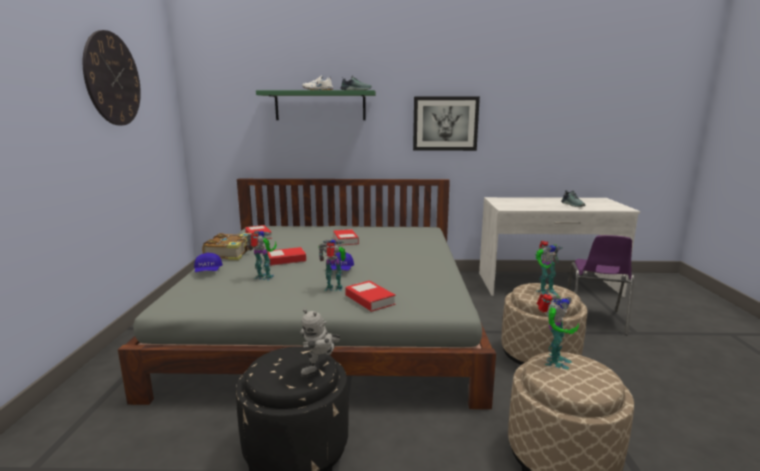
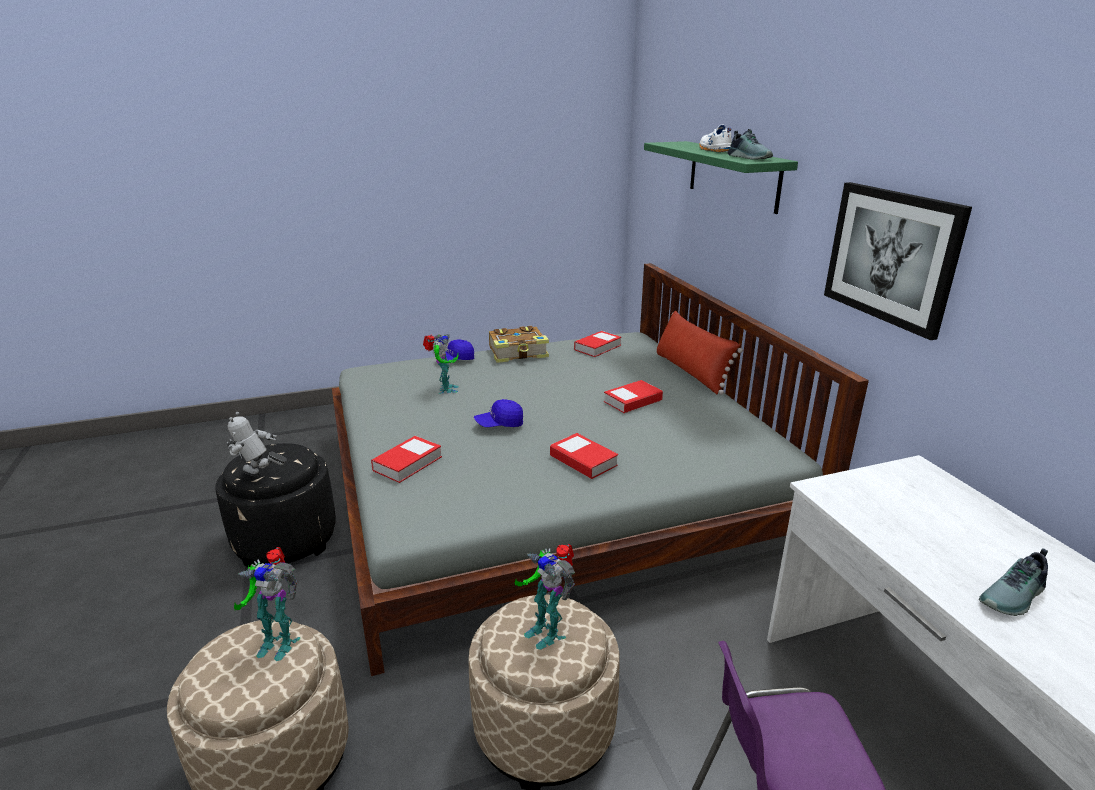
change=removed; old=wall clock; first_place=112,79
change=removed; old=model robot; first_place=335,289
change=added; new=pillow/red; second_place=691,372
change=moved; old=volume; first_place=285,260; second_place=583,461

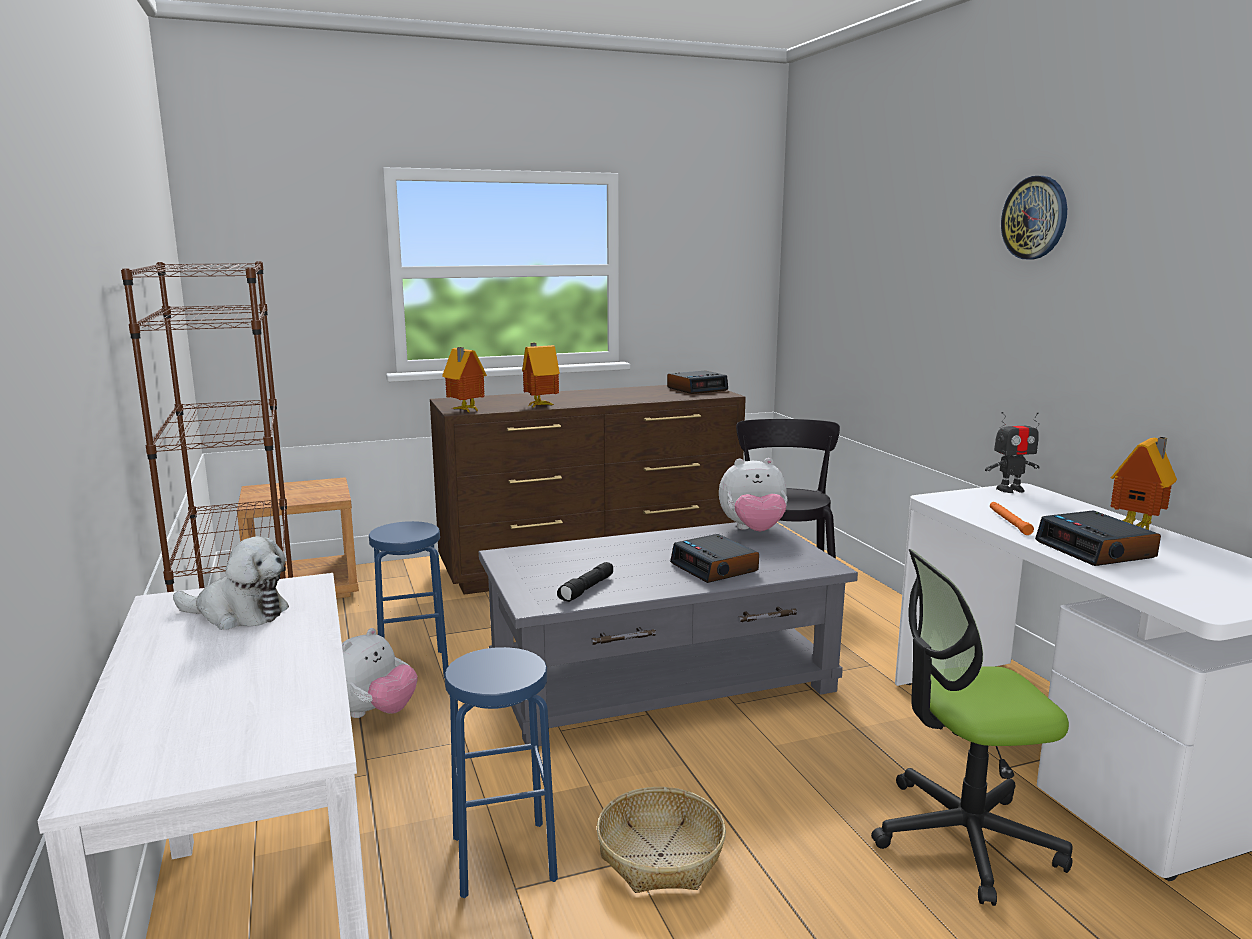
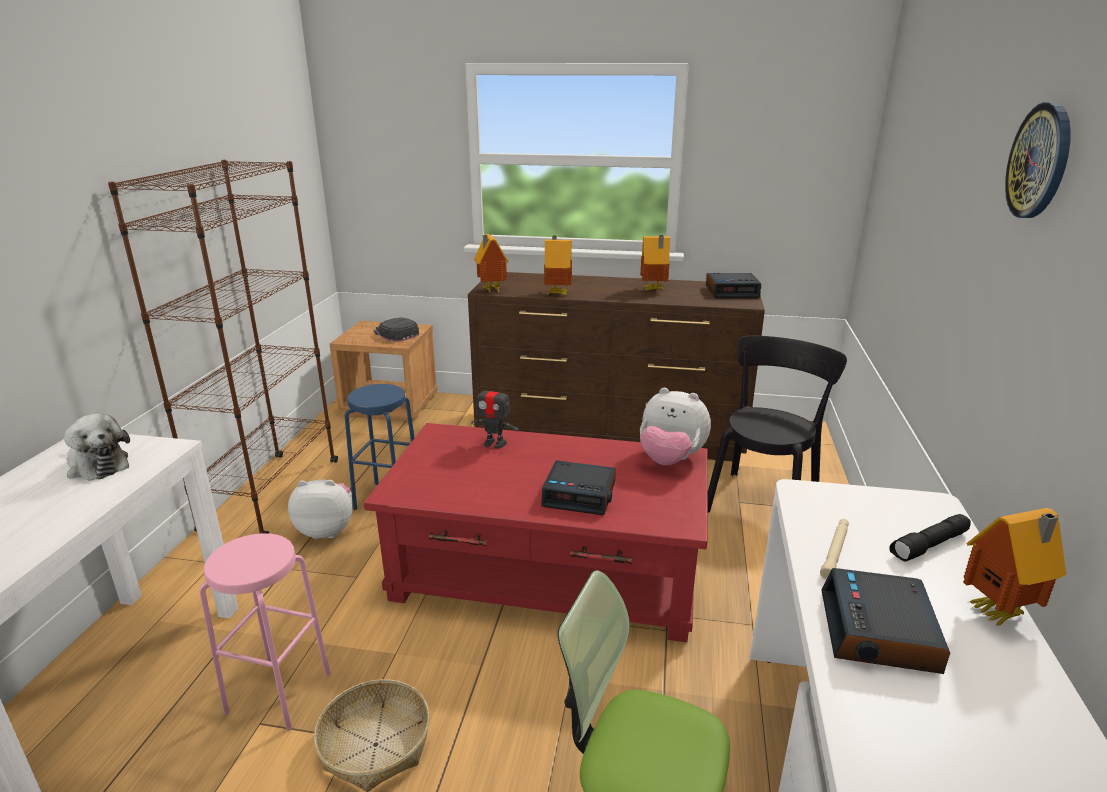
change=added; new=baseball cap/blackish; second_place=395,333
change=added; new=model house; second_place=653,290
change=moved; old=torch/blackish; first_place=587,589; second_place=929,546
change=moved; old=model robot; first_place=1010,490; second_place=494,443
change=recoloured; old=stool seat/blue-coloured; new=stool seat/pink-coloured; first_place=503,858; second_place=278,692
change=recoloured; old=coffee table/grey; new=coffee table/red; first_place=662,680; second_place=548,573
change=recoloured; old=torch/orange; new=torch/beige-coloured; first_place=1008,521; second_place=835,551
change=turned; old=cuddly toy; first_place=373,713; second_place=327,530; degrees=-150
change=turned; old=bedside clock; first_place=715,567; second_place=580,495; degrees=-75

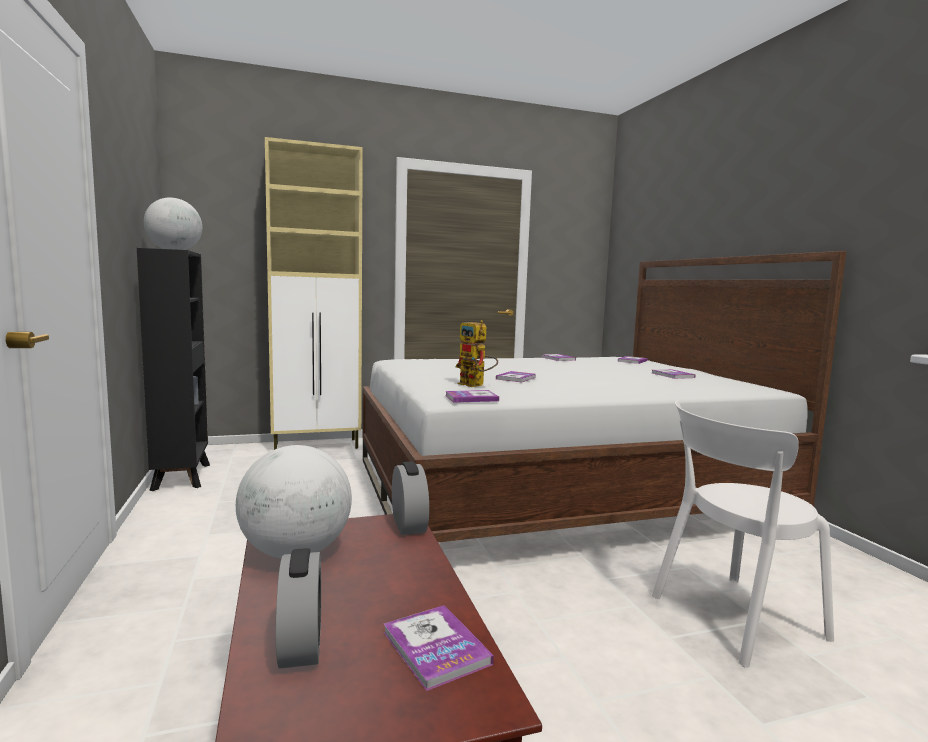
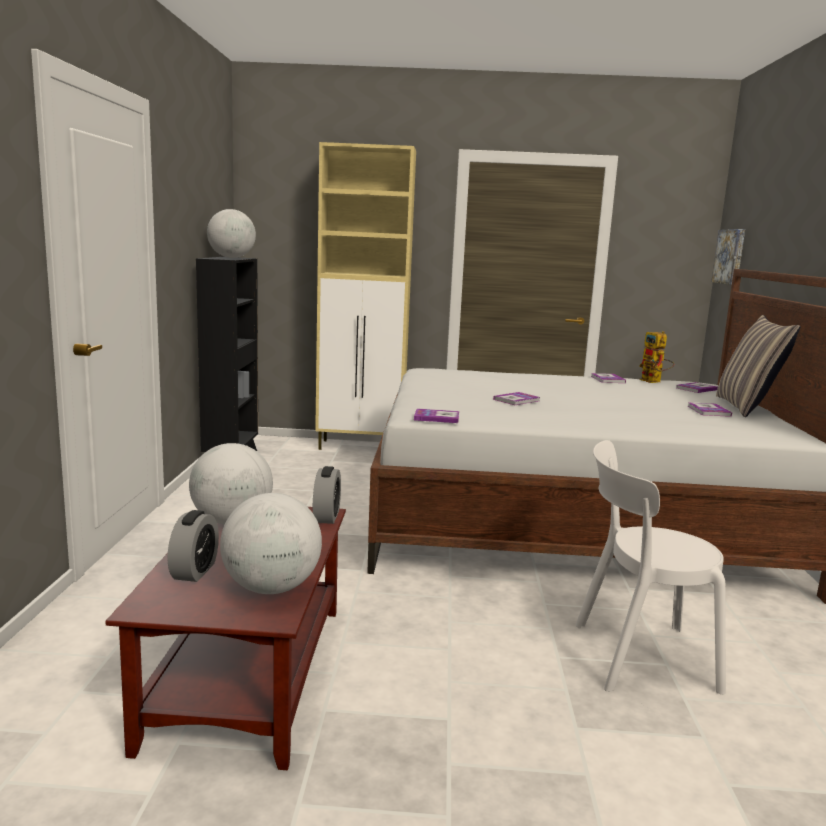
change=added; new=wall picture; second_place=730,256
change=added; new=pillow; second_place=747,407
change=moved; old=model robot; first_place=476,385; second_place=654,382
change=replaced; old=volume; new=world globe; first_place=436,648; second_place=271,588

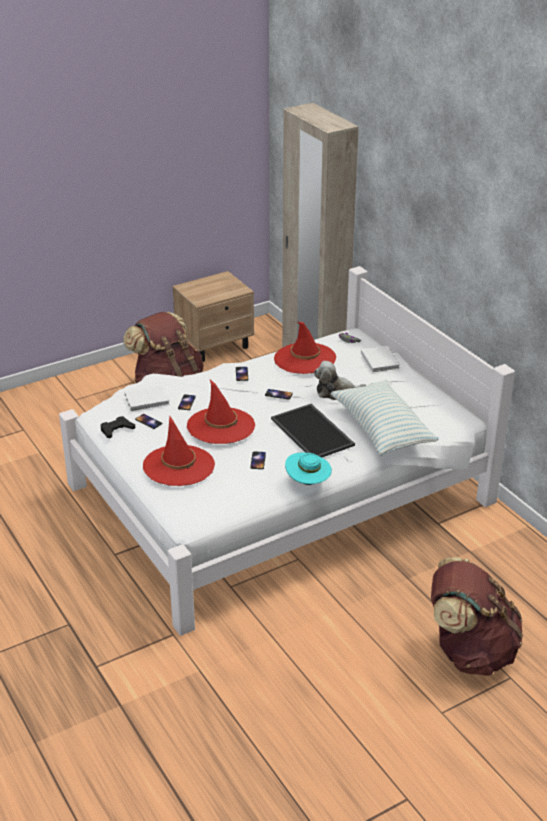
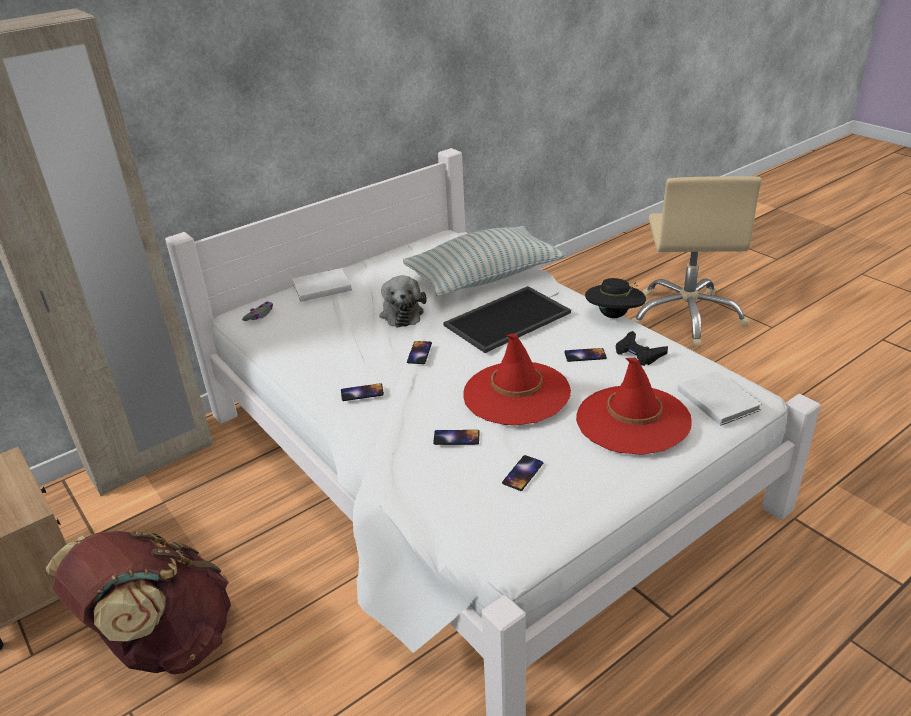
change=removed; old=clothing hat/red; first_place=304,359
change=moved; old=game controller/blackish; first_place=116,430; second_place=639,353
change=moved; old=volume/white; first_place=148,400; second_place=717,399
change=replaced; old=rucksack/brownish; new=desk chair/beige-coloured; first_place=469,651; second_place=686,316
change=recoloured; old=clothing hat/blue-green; new=clothing hat/blackish; first_place=308,482; second_place=614,316

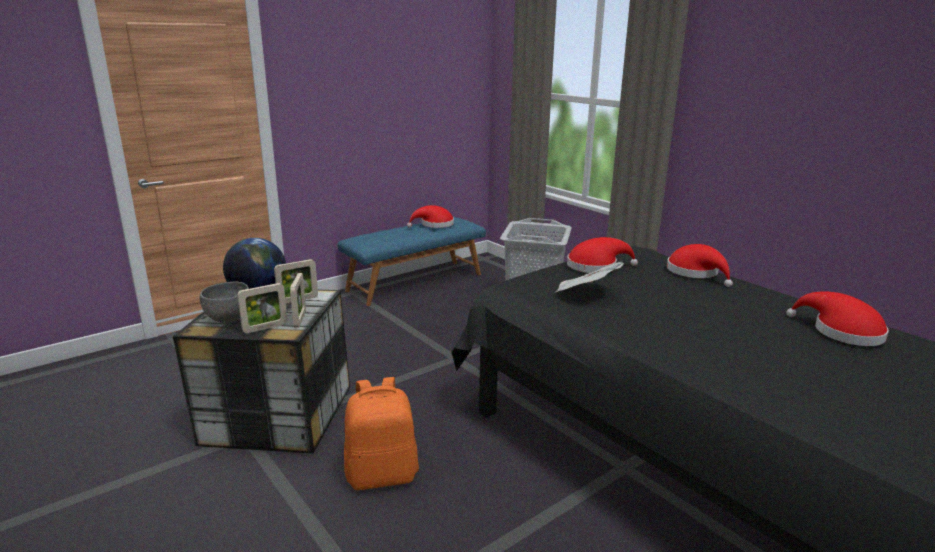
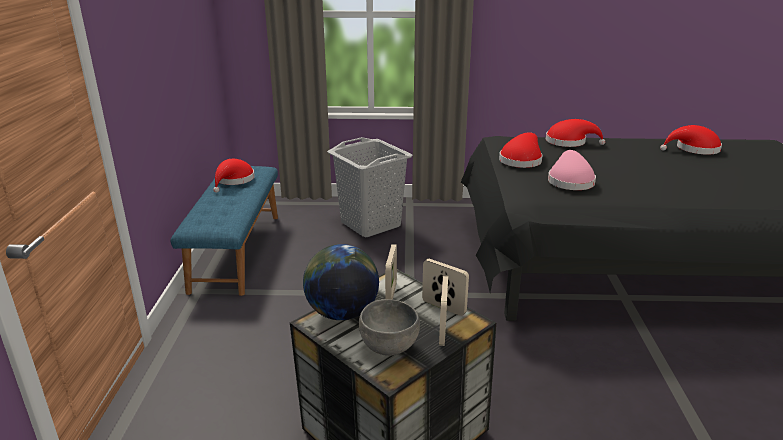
change=removed; old=rucksack/orange; first_place=382,474
change=replaced; old=newspaper; new=clothing hat/pink-coloured; first_place=585,293; second_place=569,181

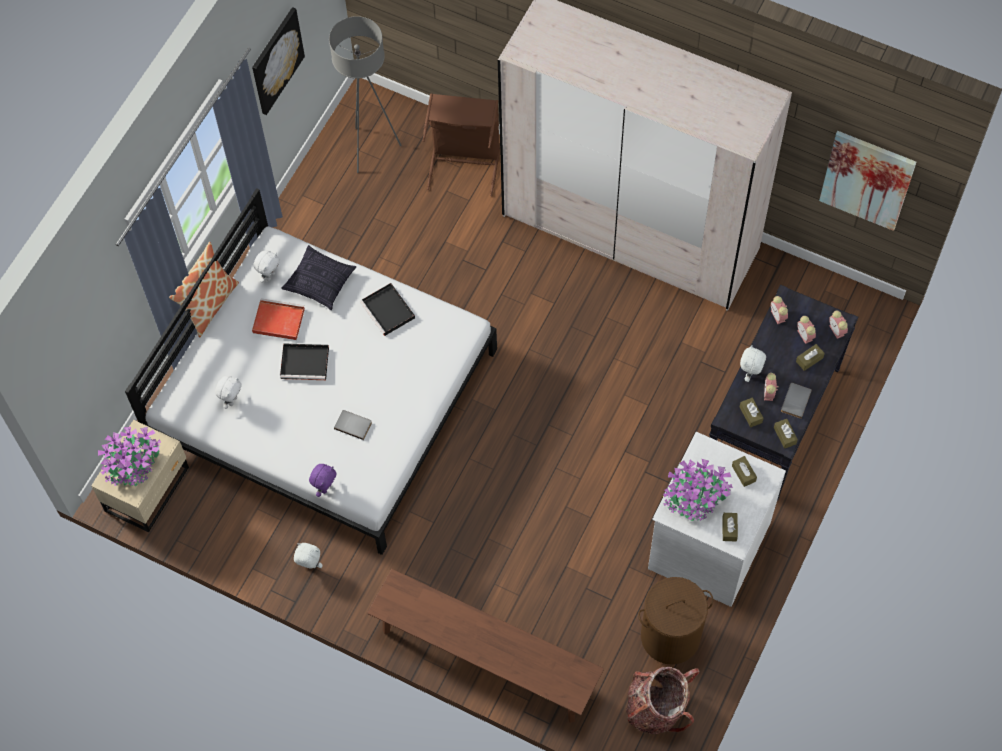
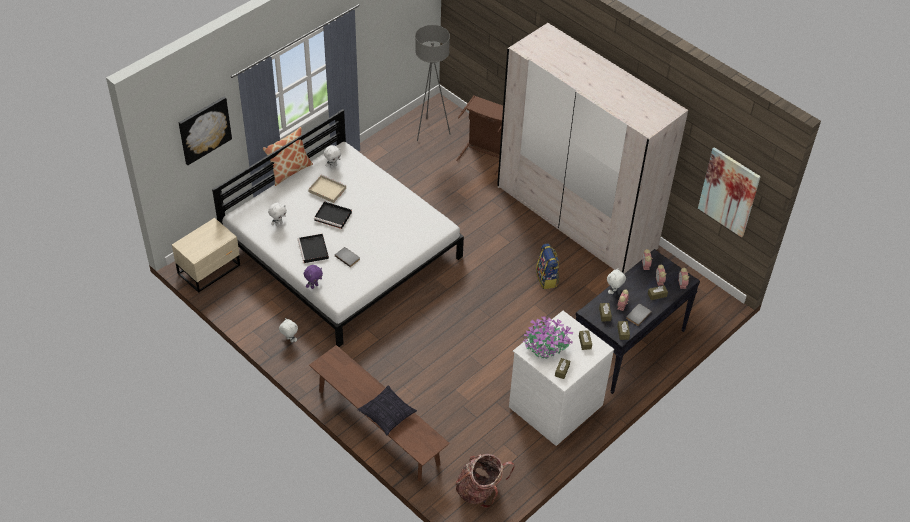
change=removed; old=plant in a pot; first_place=133,465
change=removed; old=hamper/brownish; first_place=670,635
change=added; new=rucksack; second_place=547,279
change=moved; old=wall picture; first_place=276,60; second_place=204,130
change=moved; old=pillow; first_place=320,282; second_place=387,414
change=moved; old=carrying tray/blackish; first_place=388,311; second_place=313,250
change=recoloured; old=carrying tray/red; new=carrying tray/beige-coloured; first_place=277,321; second_place=326,190

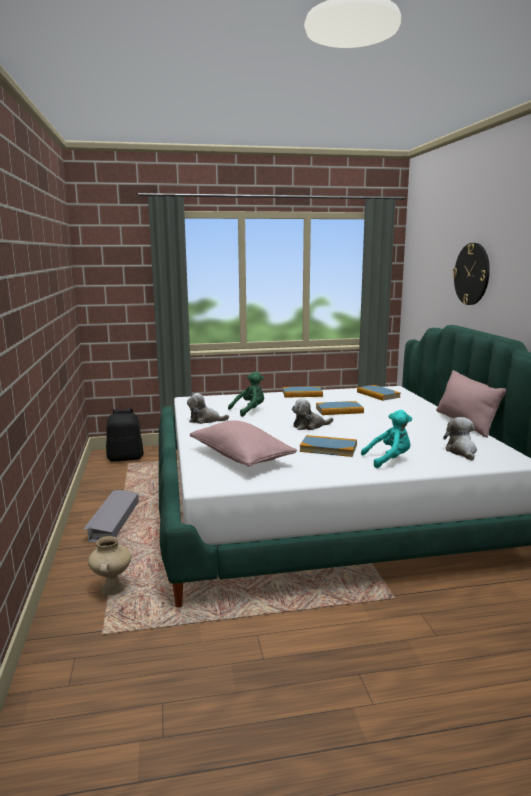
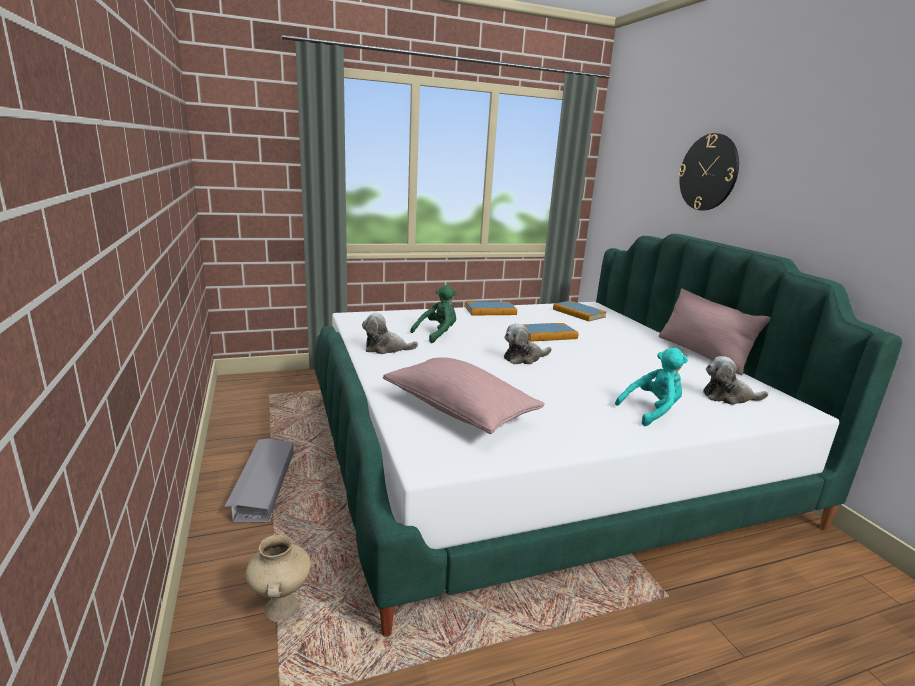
change=removed; old=rucksack/blackish; first_place=125,458
change=removed; old=volume; first_place=328,448
change=turned; old=cuddly toy; first_place=461,451; second_place=728,397; degrees=-75

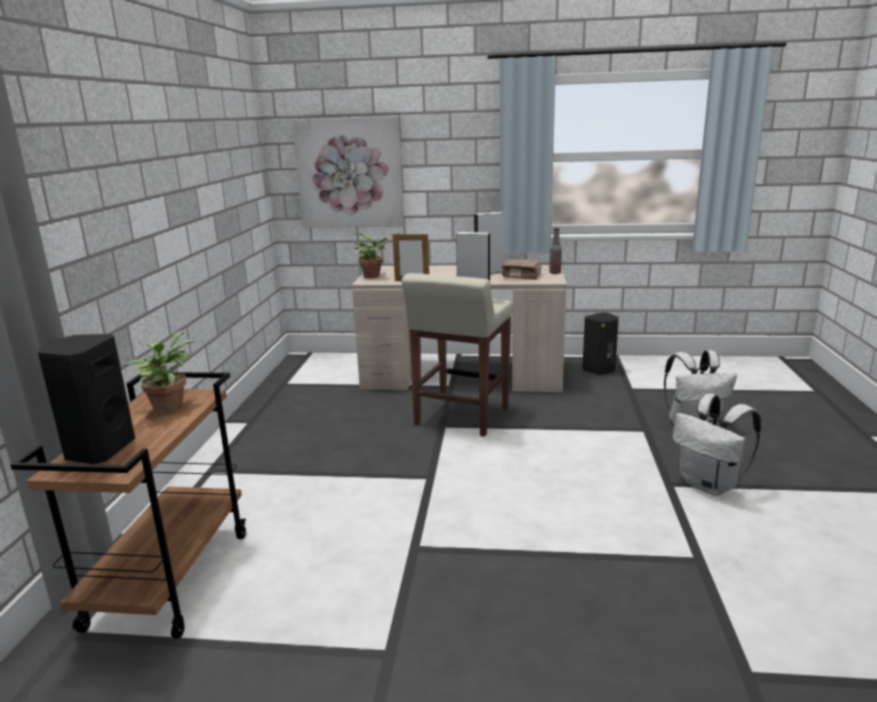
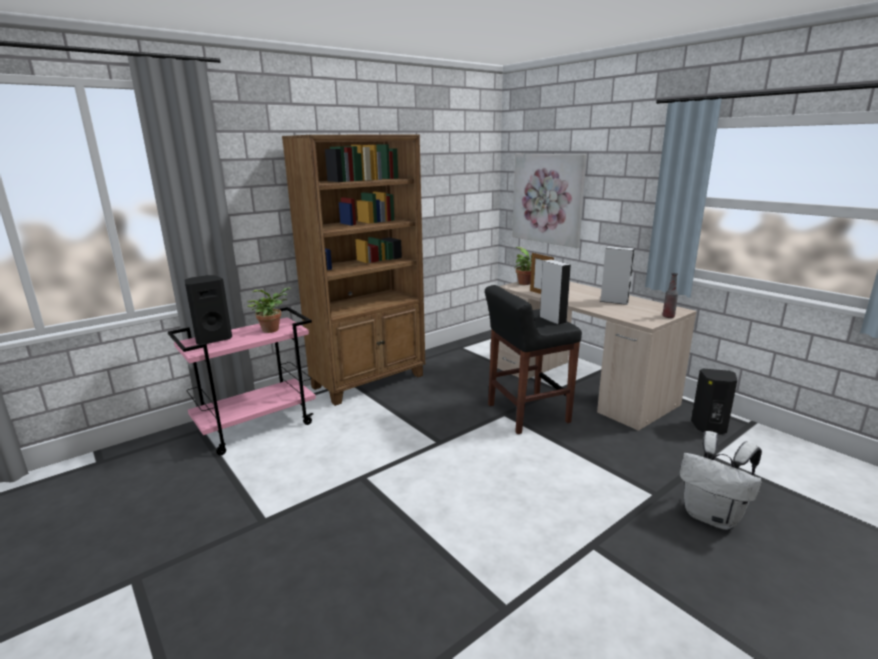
change=removed; old=volume/brownish; first_place=522,276
change=removed; old=rucksack/white; first_place=710,485
change=added; new=bookcase/brownish; second_place=369,381
change=recoloured; old=cart/brownish; new=cart/pink-coloured; first_place=170,578; second_place=257,426
change=recoloured; old=stool seat/beige-coloured; new=stool seat/blackish; first_place=461,417; second_place=526,413

